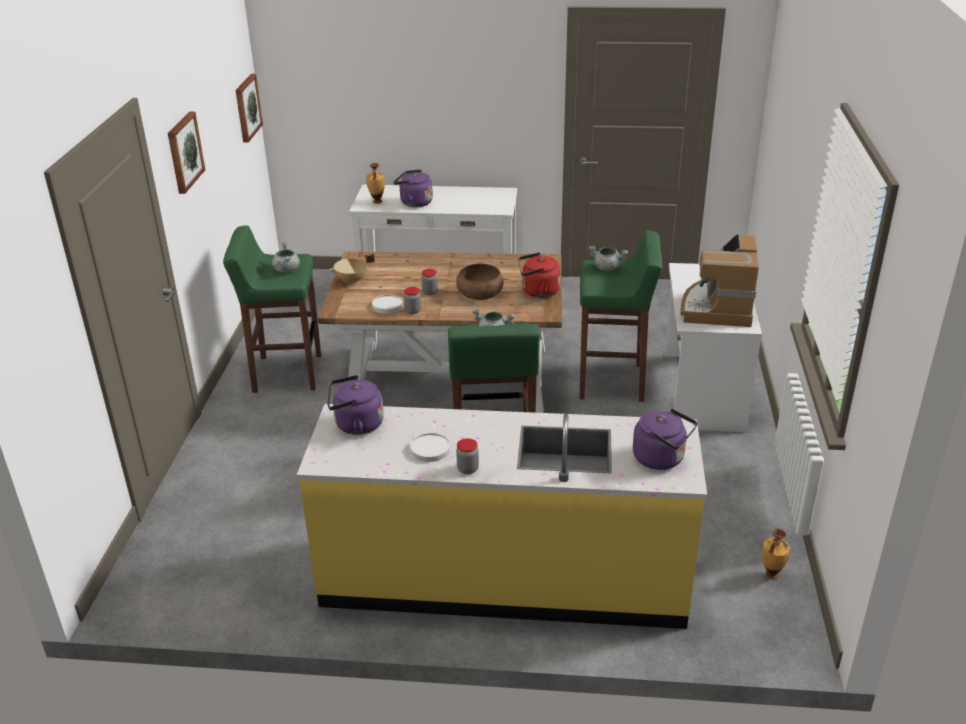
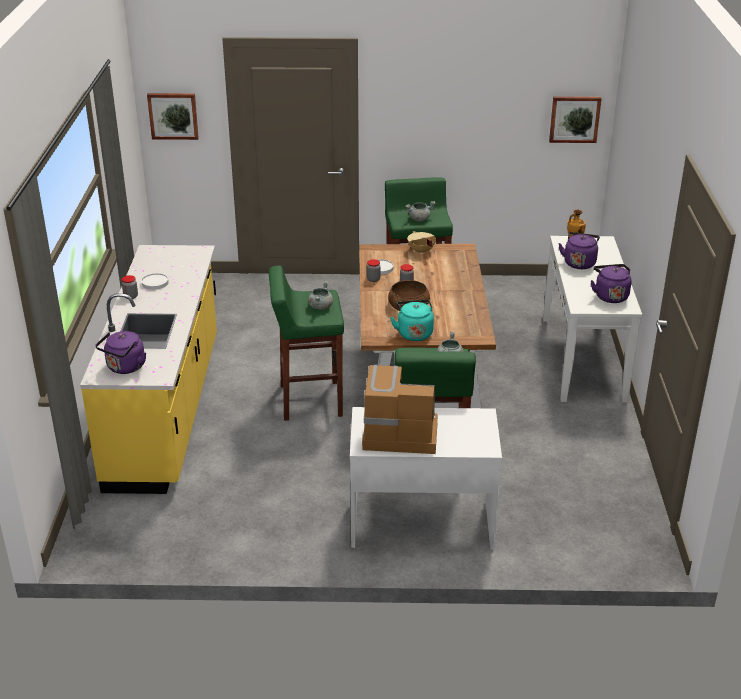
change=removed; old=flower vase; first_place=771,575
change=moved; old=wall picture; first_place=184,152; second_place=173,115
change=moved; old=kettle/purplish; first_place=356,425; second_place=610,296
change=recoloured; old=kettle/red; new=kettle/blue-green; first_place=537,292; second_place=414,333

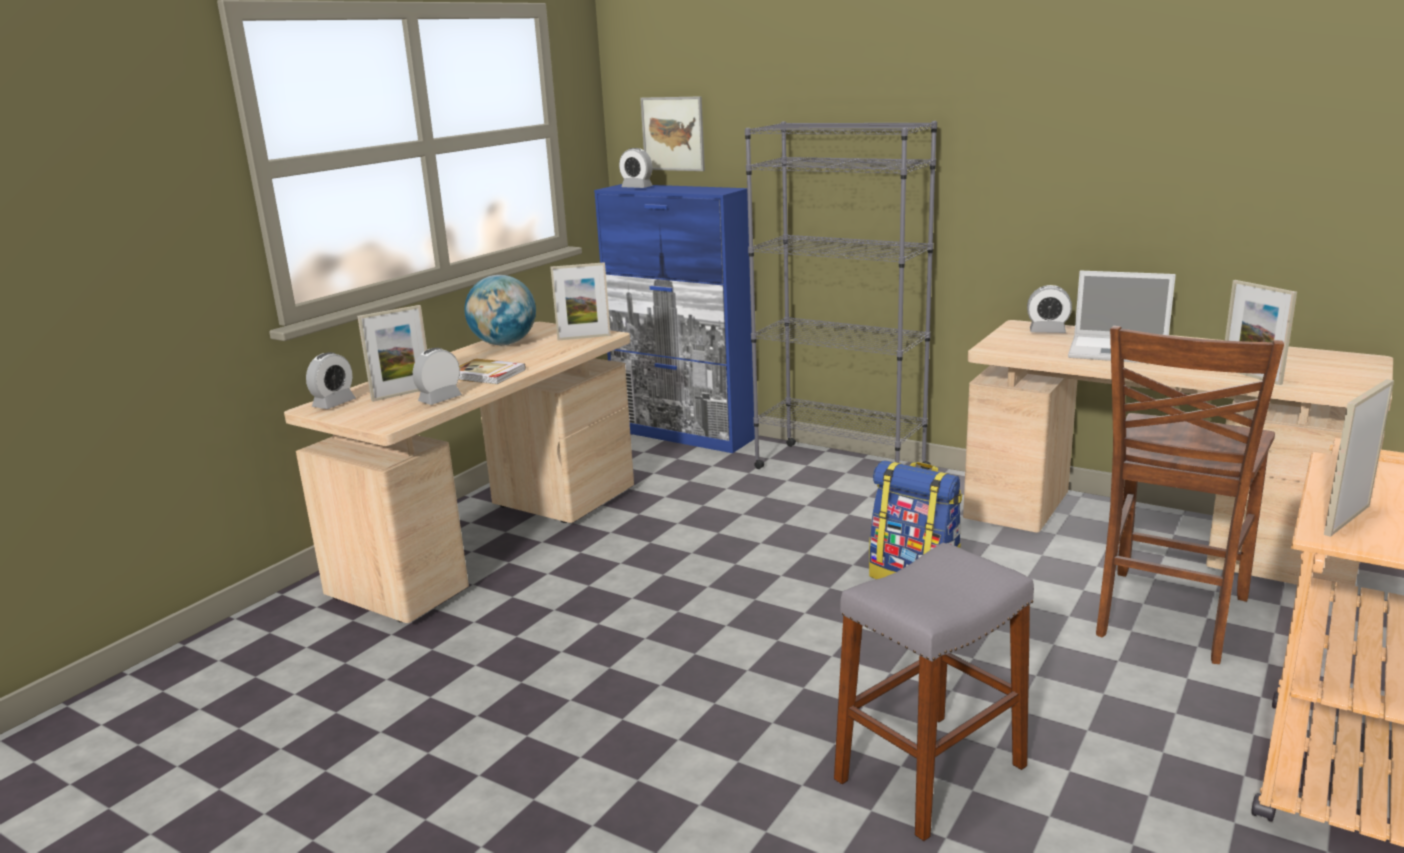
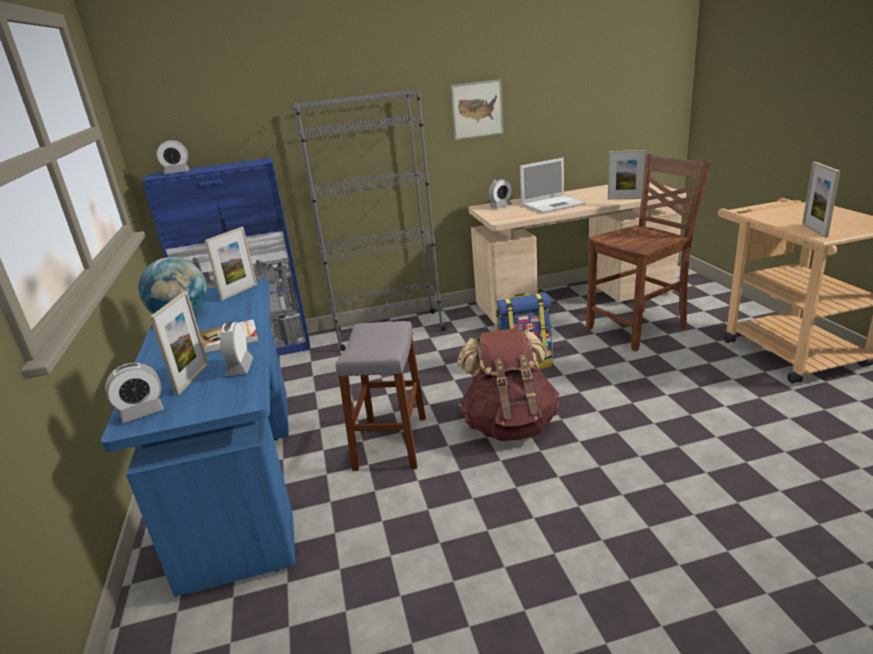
change=added; new=rucksack/brownish; second_place=510,425
change=moved; old=wall picture; first_place=673,134; second_place=477,109
change=moved; old=stool seat/grey; first_place=930,773; second_place=391,443
change=recoloured; old=desk unit/beige-coloured; new=desk unit/blue-coloured; first_place=494,539; second_place=243,477
change=turned; old=bedside clock; first_place=334,404; second_place=142,412; degrees=75
change=turned; old=upright chair/brownish; first_place=1167,617; second_place=639,328; degrees=-105

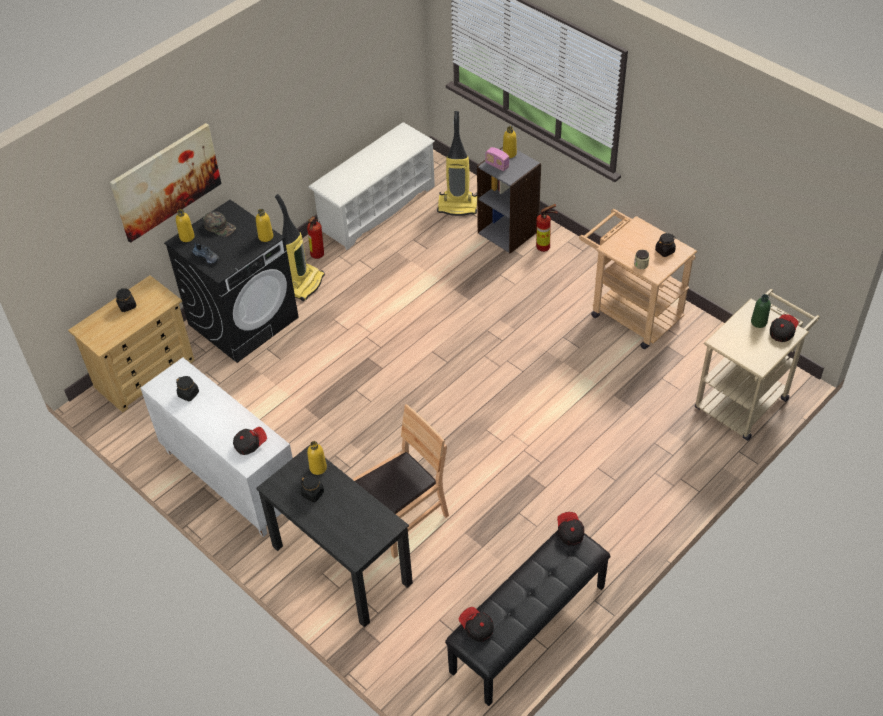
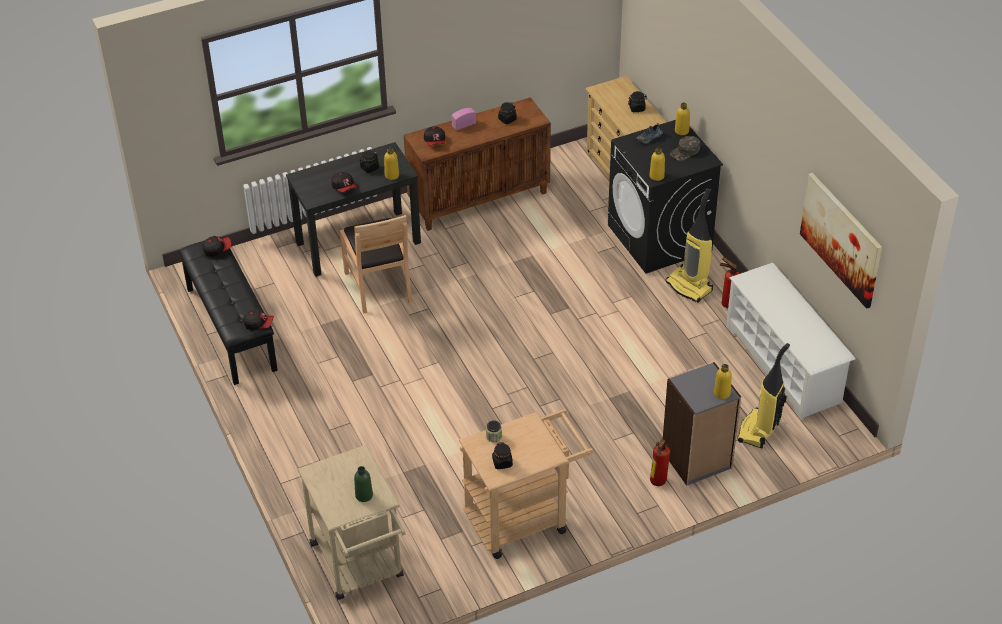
change=moved; old=wall picture; first_place=166,181; second_place=841,239
change=moved; old=radio set; first_place=497,165; second_place=464,125
change=moved; old=baseball cap; first_place=782,331; second_place=344,187
change=recoloured; old=cupboard/white; new=cupboard/brownish; first_place=229,479; second_place=479,199

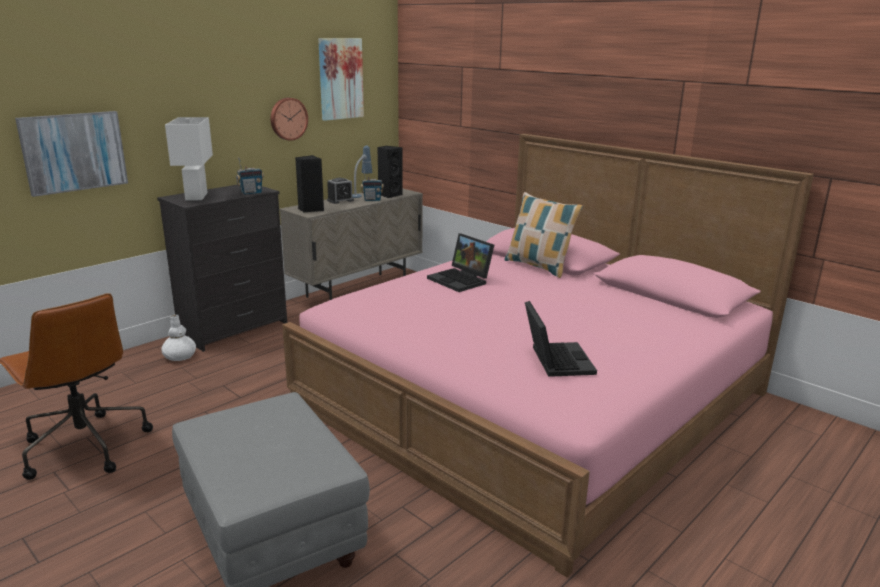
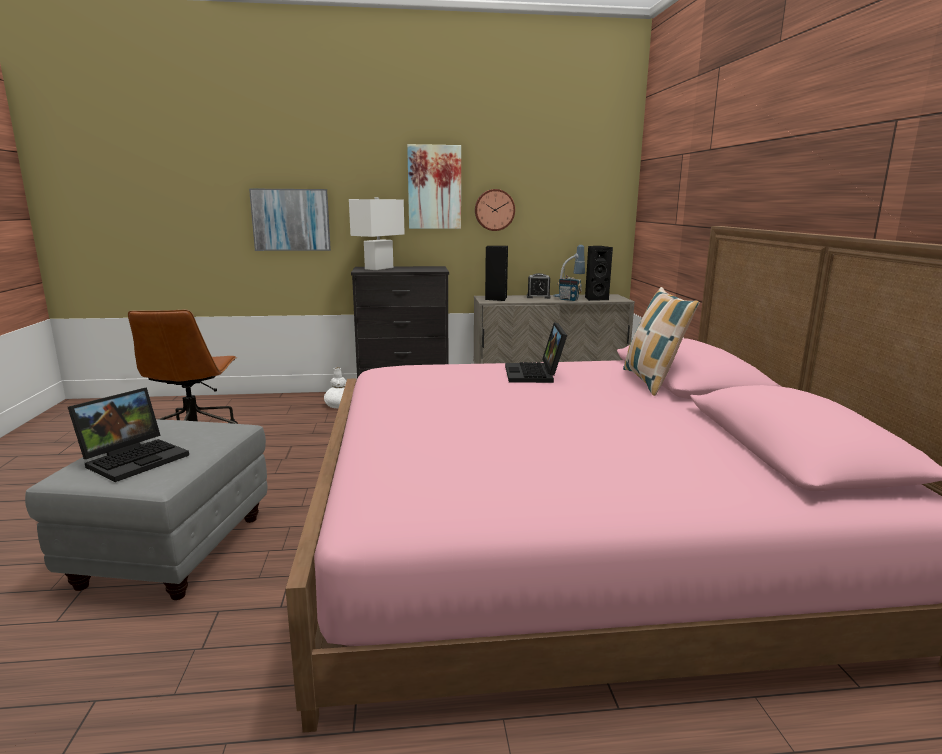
change=removed; old=radio set; first_place=251,193
change=moved; old=wall picture; first_place=340,79; second_place=434,187
change=moved; old=laptop; first_place=555,360; second_place=135,458

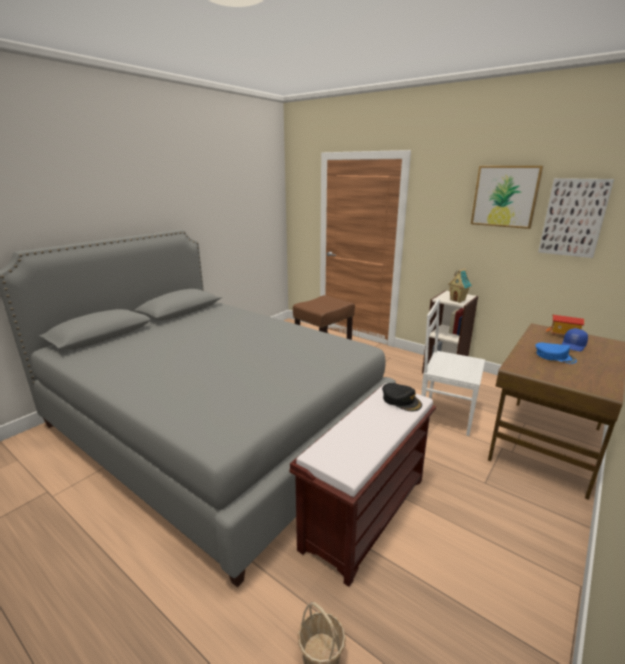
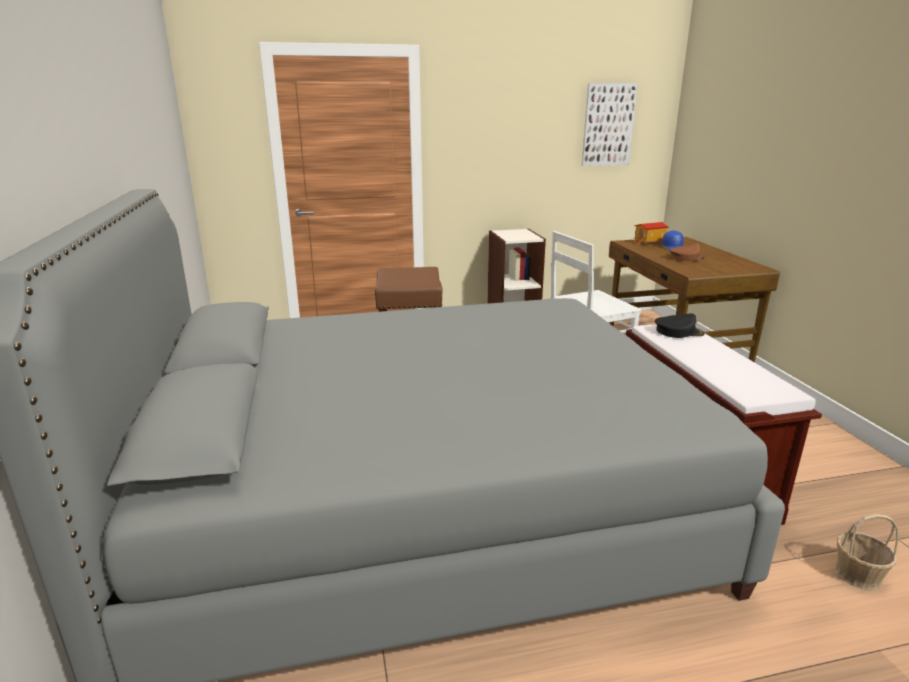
change=removed; old=model house; first_place=458,300
change=removed; old=wall picture; first_place=505,196
change=recoloured; old=baseball cap/blue-coloured; new=baseball cap/brownish; first_place=554,356; second_place=686,258

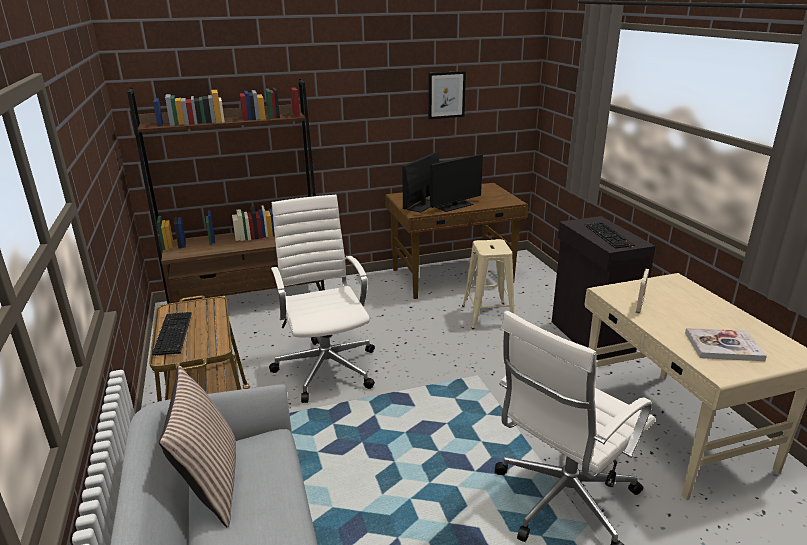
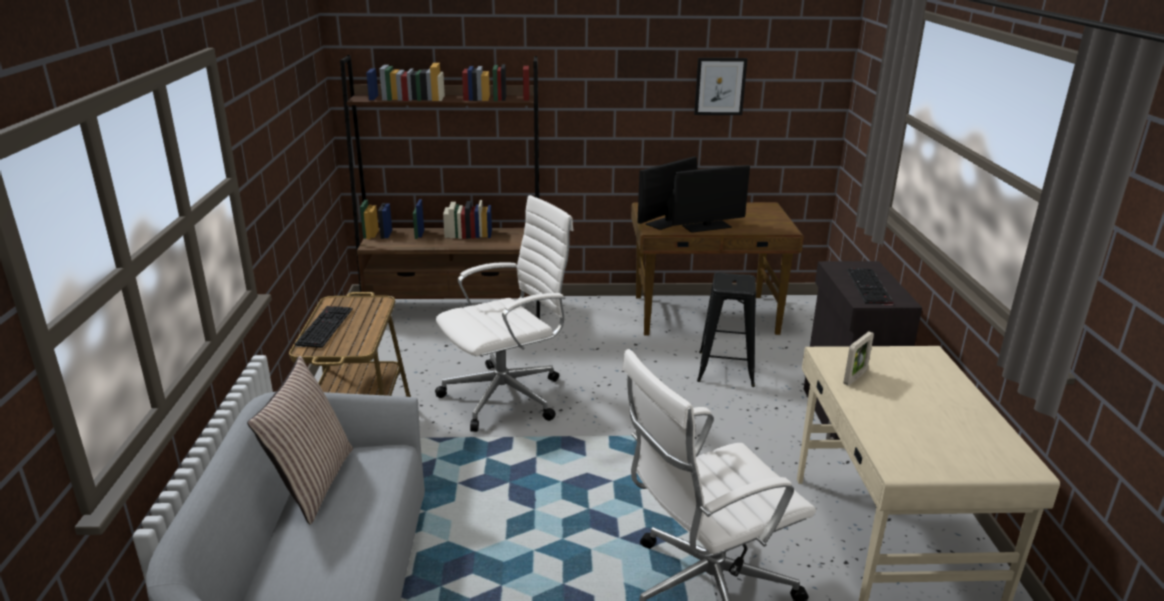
change=removed; old=volume; first_place=723,346
change=recoloured; old=stool seat/beige-coloured; new=stool seat/blackish; first_place=488,315; second_place=725,369
change=turned; old=desk chair/white; first_place=326,367; second_place=507,396; degrees=60

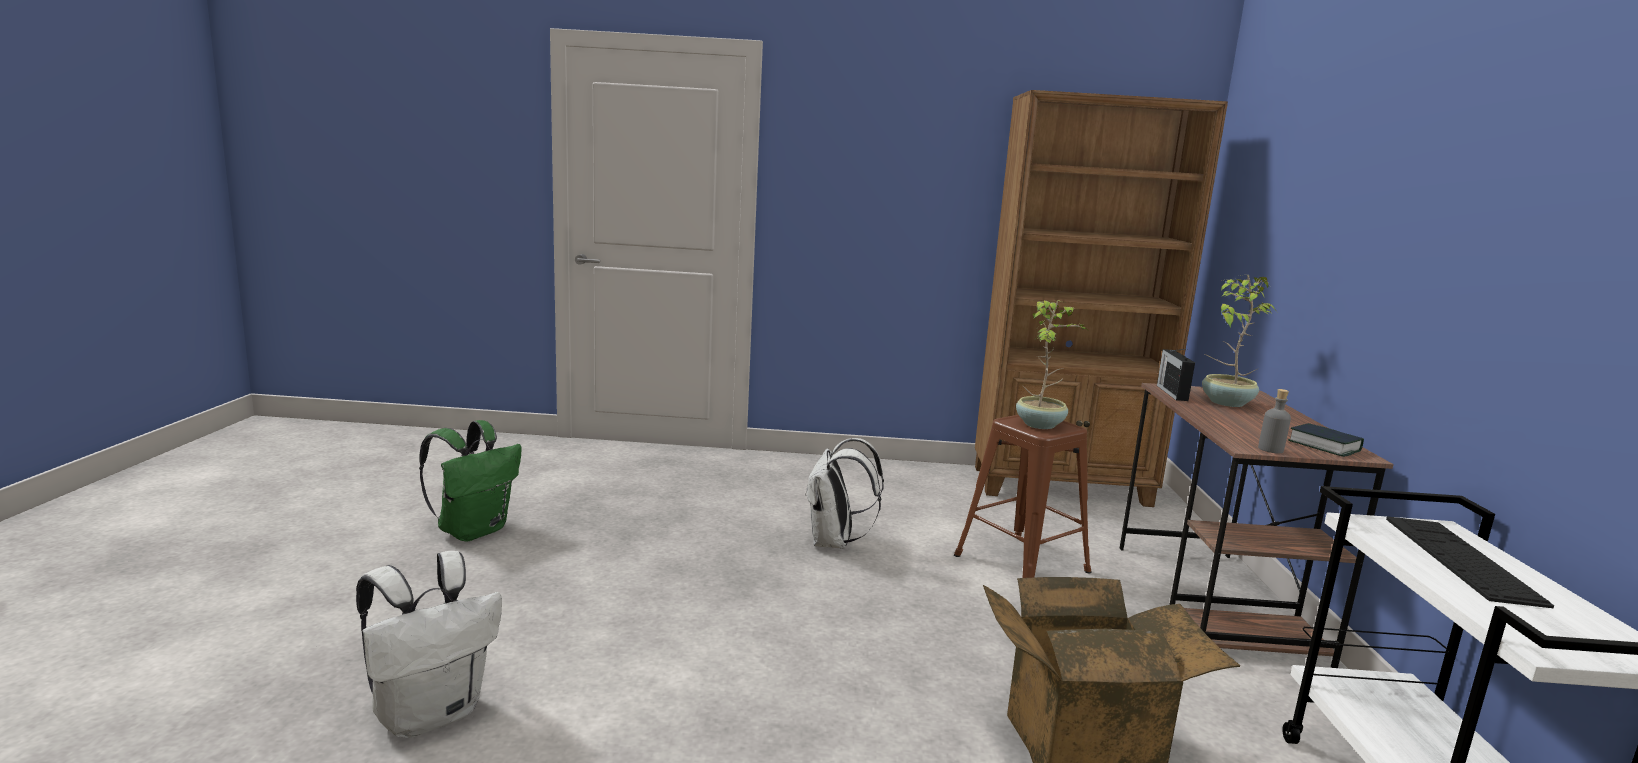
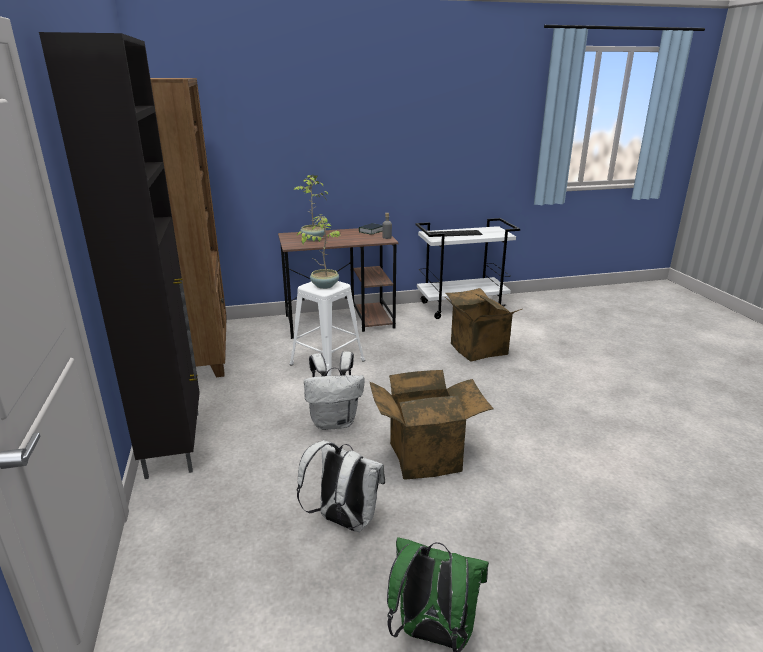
change=removed; old=radio set; first_place=1172,392
change=added; new=cupboard/blackish; second_place=175,442
change=added; new=carton; second_place=425,454
change=moved; old=rucksack/white; first_place=431,713; second_place=343,521
change=recoloured; old=stool seat/brownish; new=stool seat/white; first_place=1019,563; second_place=327,363

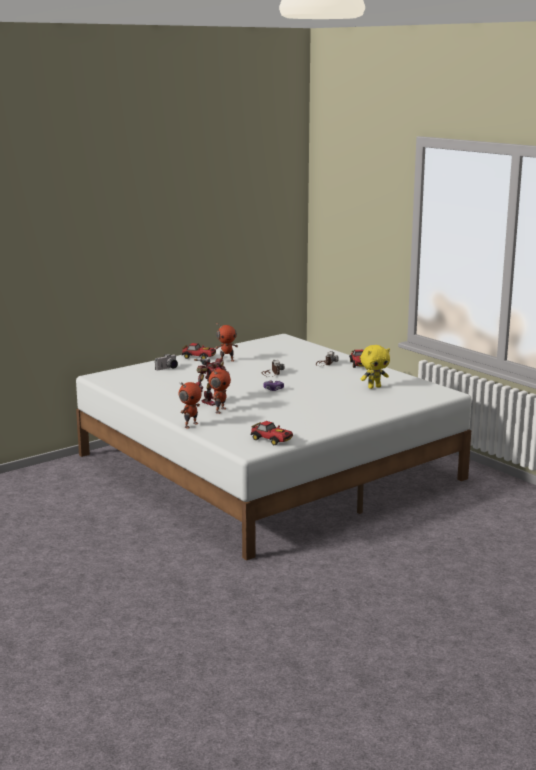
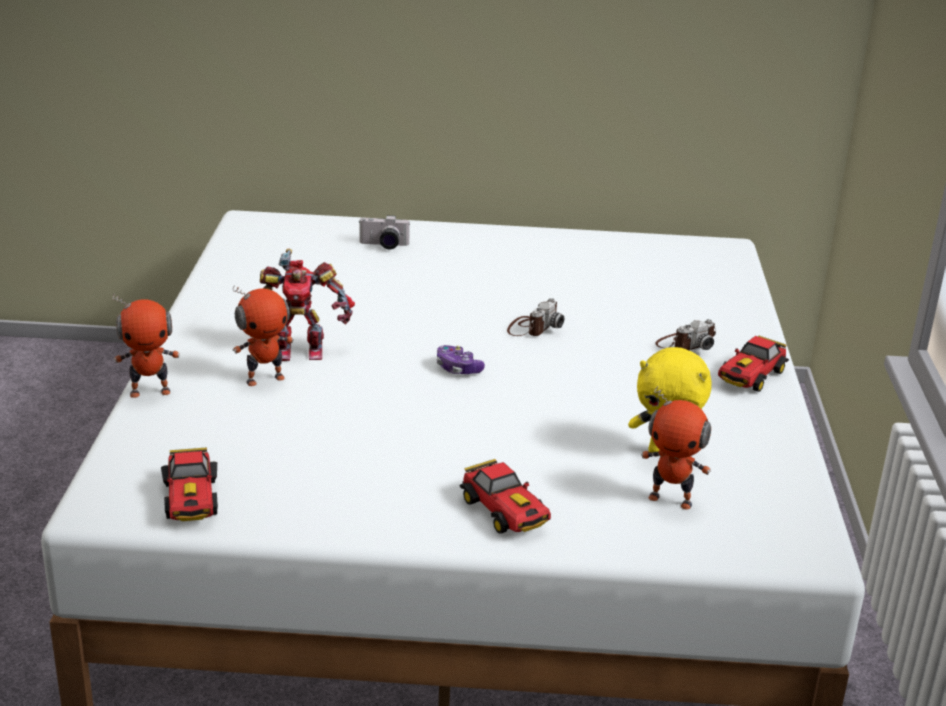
change=moved; old=miniature car; first_place=199,357; second_place=505,513
change=moved; old=model robot; first_place=226,361; second_place=671,499

